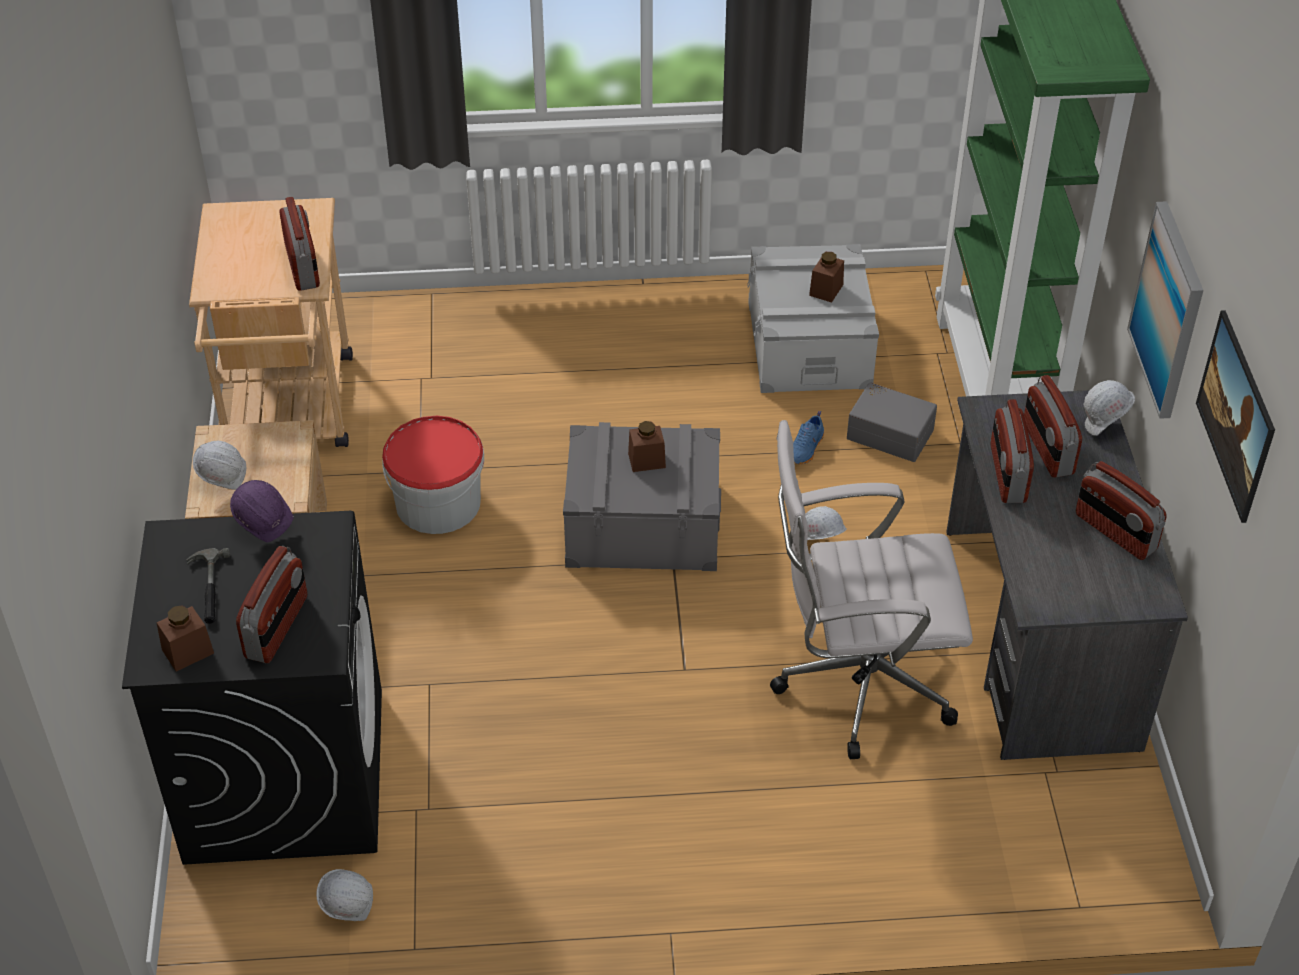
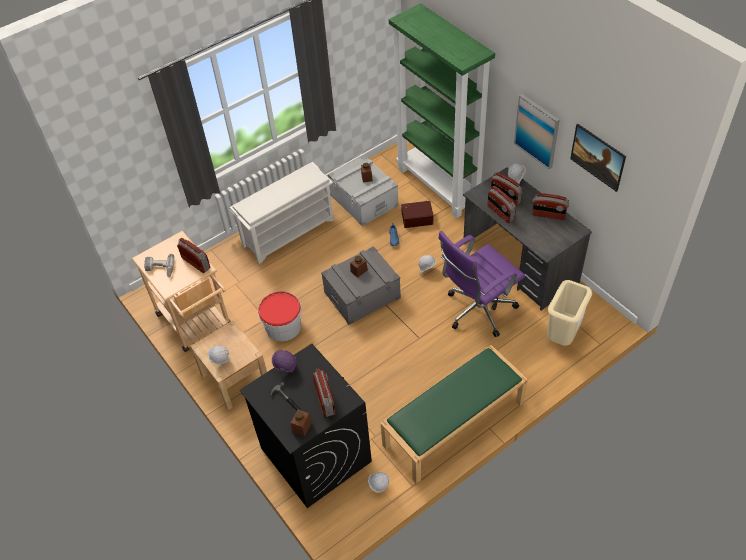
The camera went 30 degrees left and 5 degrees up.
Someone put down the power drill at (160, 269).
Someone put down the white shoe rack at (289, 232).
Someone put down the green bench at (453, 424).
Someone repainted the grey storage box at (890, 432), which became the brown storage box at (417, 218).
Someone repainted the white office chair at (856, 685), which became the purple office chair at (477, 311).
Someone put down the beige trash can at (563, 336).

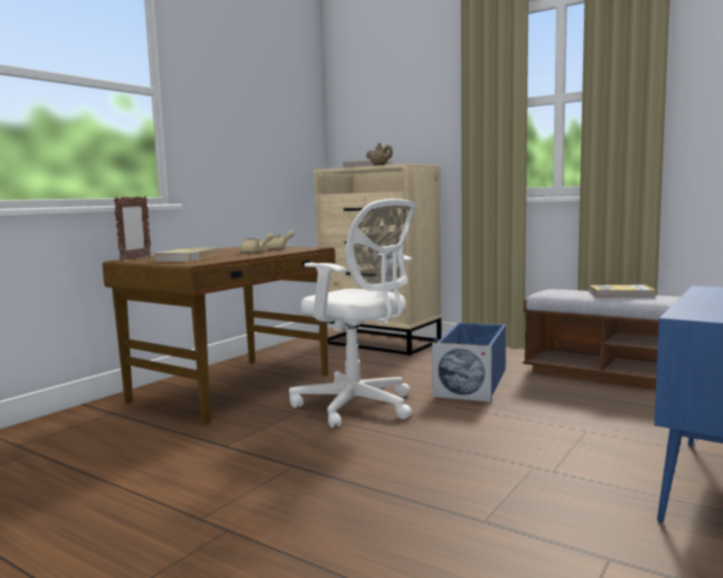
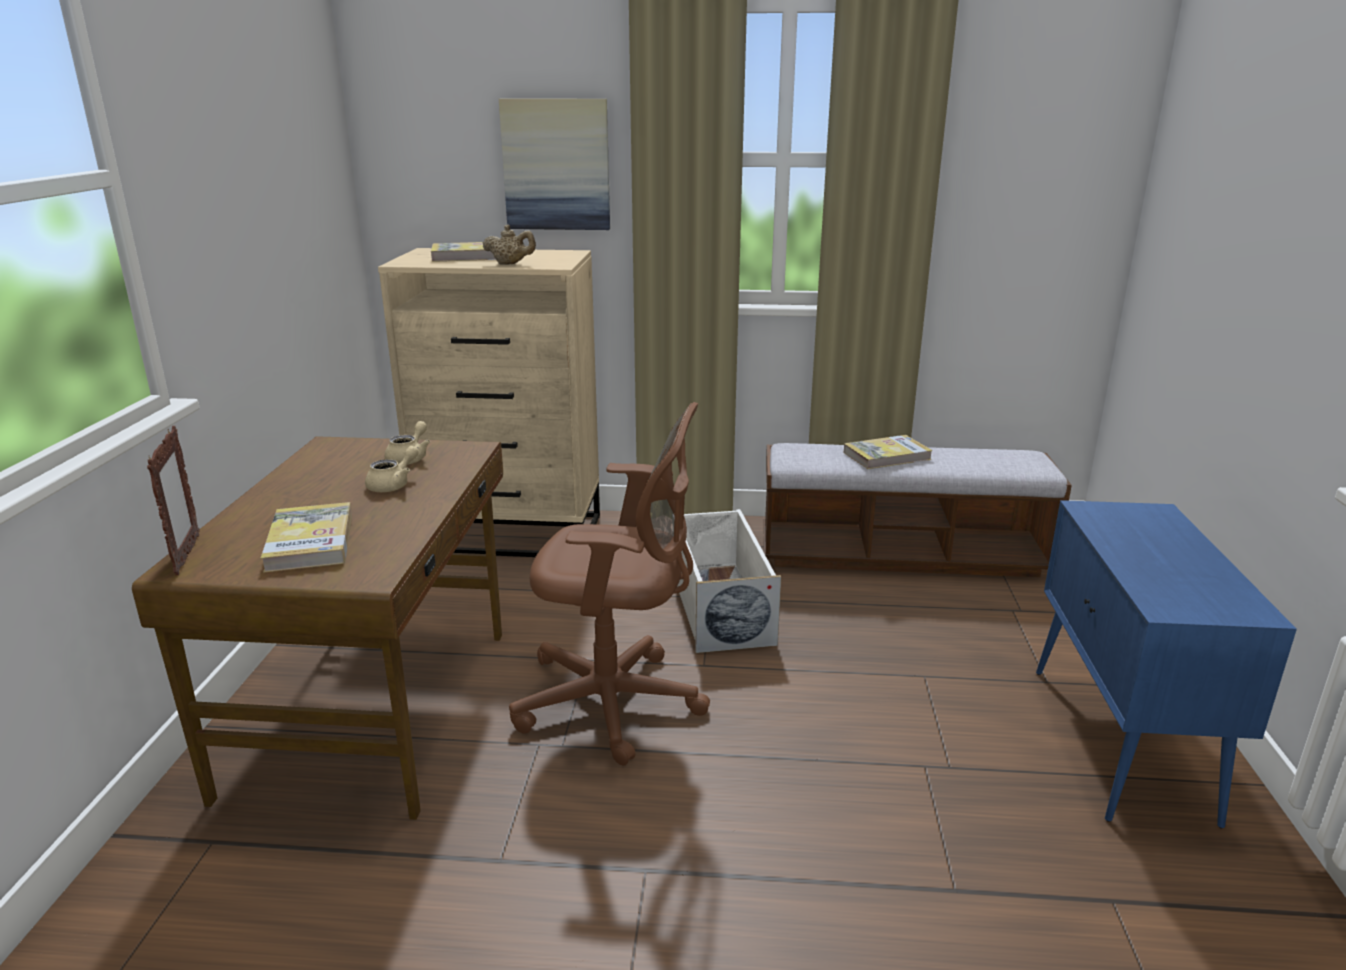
The camera went 30 degrees left and 15 degrees up.
Someone put up the picture at (556, 165).
Someone repainted the white office chair at (358, 407), which became the brown office chair at (616, 703).
Someone repainted the blue storage box at (472, 382), which became the white storage box at (719, 606).

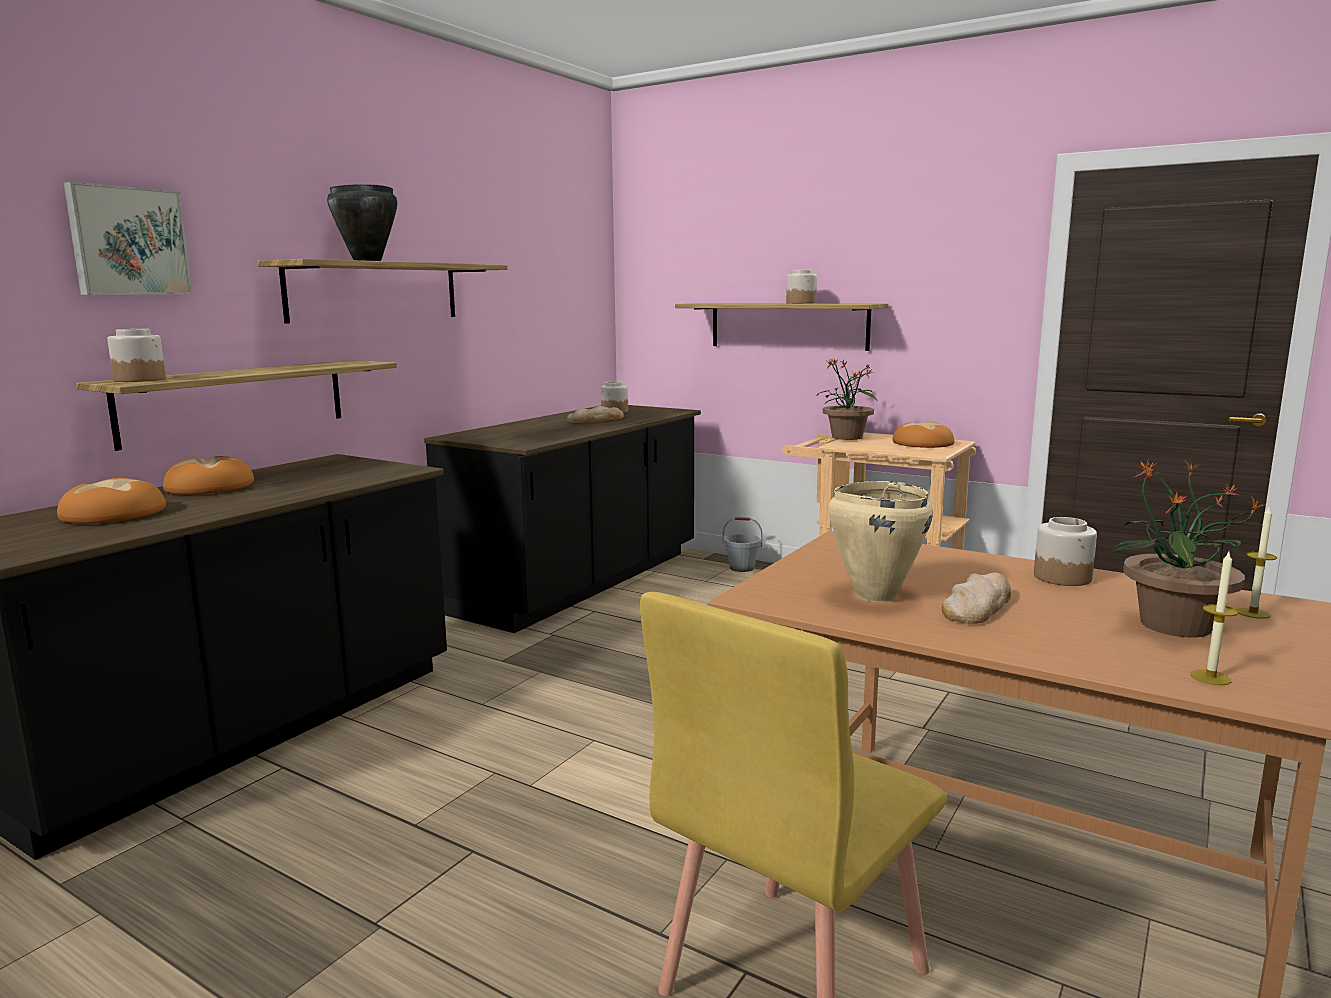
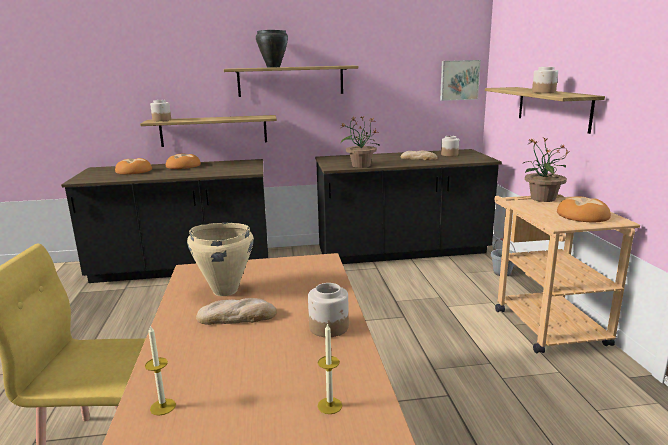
The camera went 50 degrees right and 5 degrees up.
Someone carried the potted plant from (1172, 625) to (360, 165).
Someone carried the picture from (128, 241) to (459, 80).

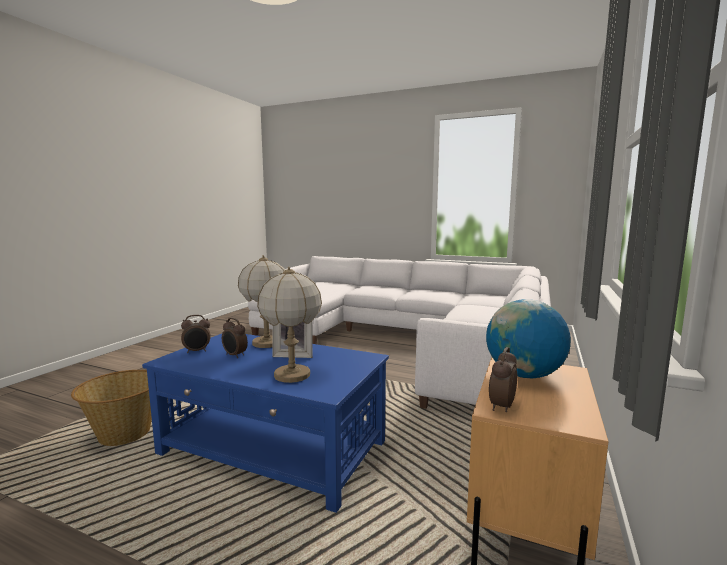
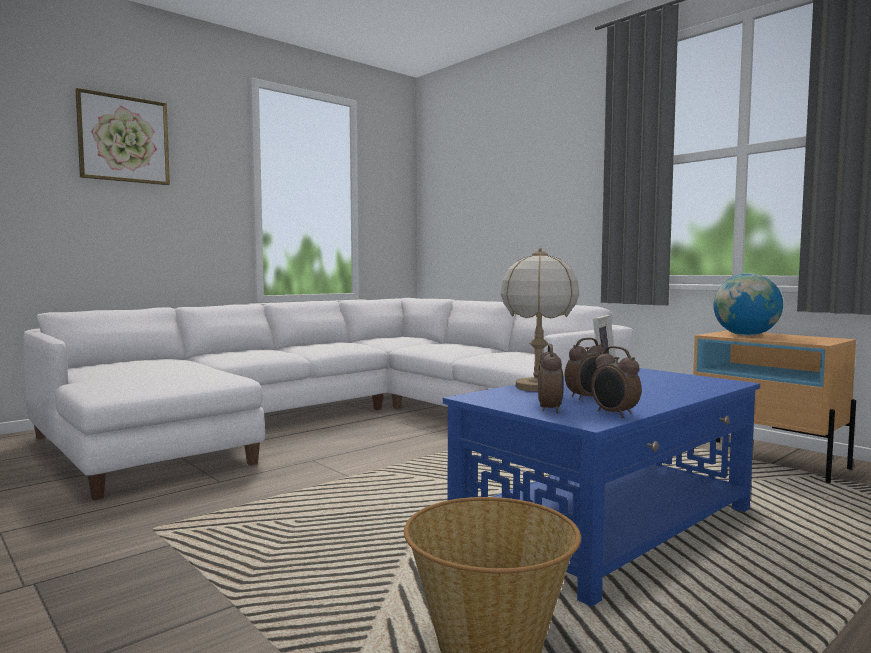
The camera went 65 degrees left and 5 degrees down.
Someone put up the picture at (124, 139).
Someone carried the alarm clock from (501, 406) to (614, 414).
Someone took away the table lamp at (292, 375).

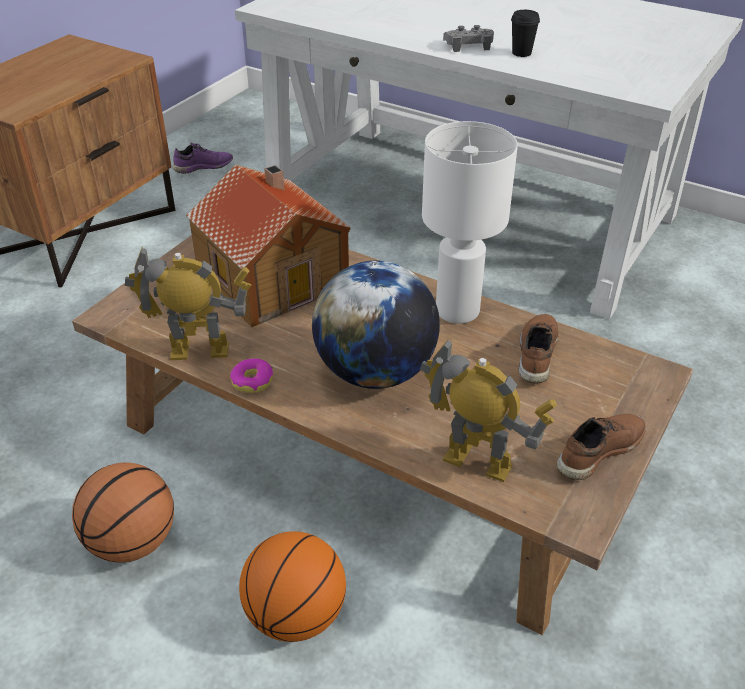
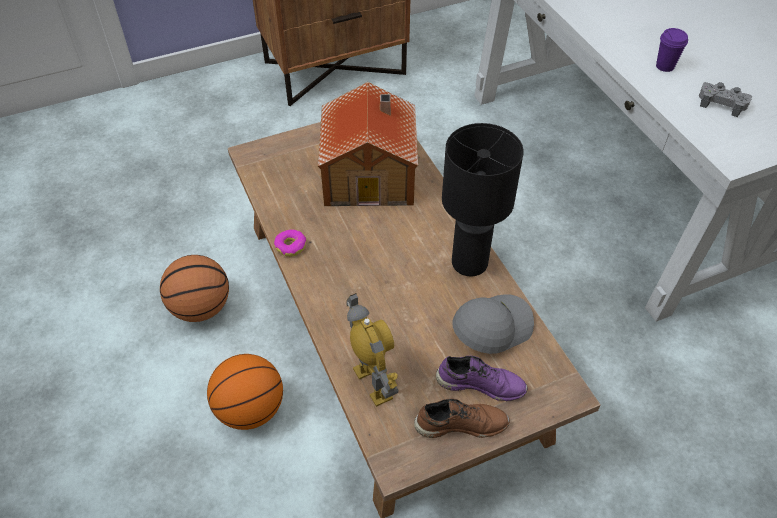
The camera went 35 degrees right and 10 degrees up.
Someone carried the purple shoe from (203, 166) to (480, 383).
Someone repainted the white table lamp at (456, 310), which became the black table lamp at (469, 262).
Someone swapped the brown shoe at (535, 354) for the grey cap at (491, 326).
Someone repainted the black cup at (521, 53), which became the purple cup at (665, 66).
Someone carried the grey game controller from (468, 45) to (722, 103).
Someone took away the toy robot at (199, 351).
Someone took away the globe at (375, 372).

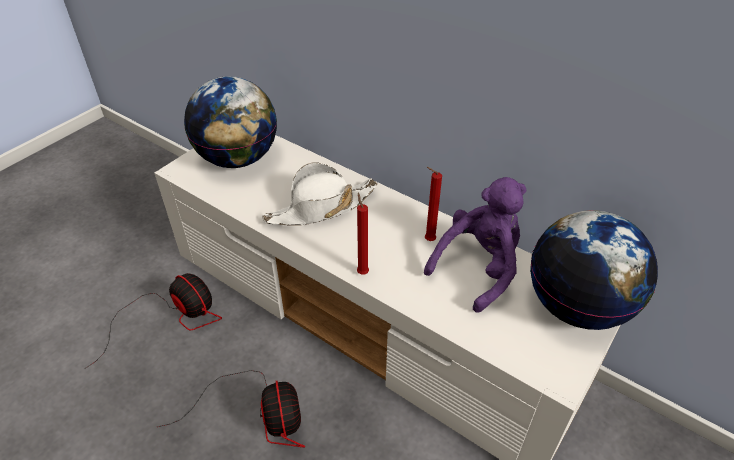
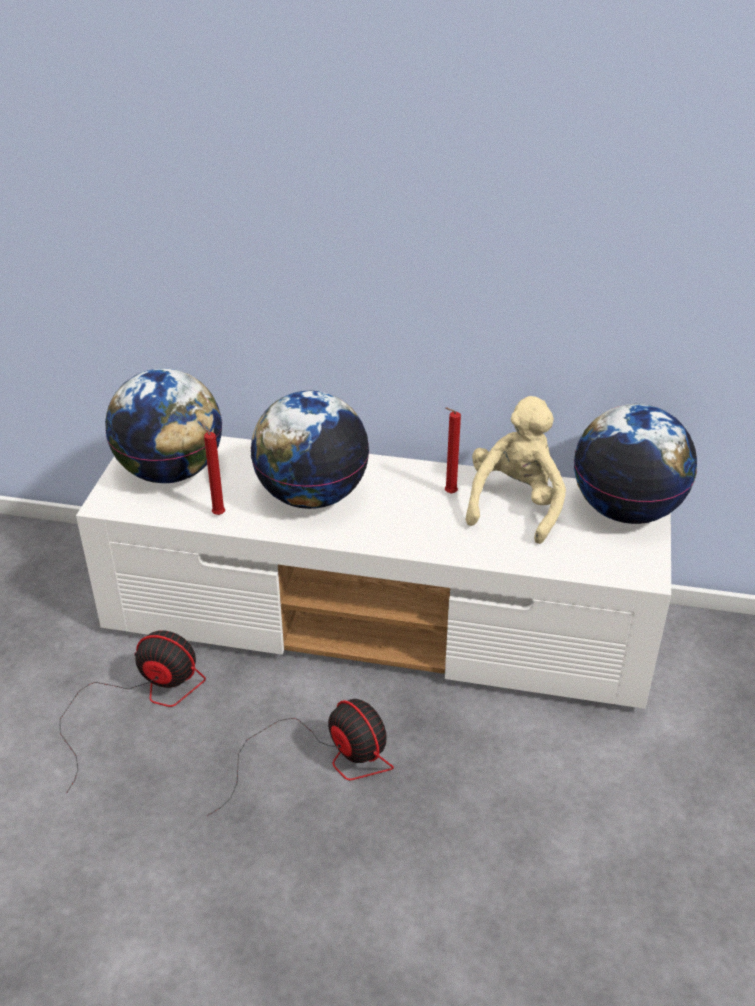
The camera went 25 degrees left and 5 degrees down.
Someone carried the red candle from (362, 272) to (217, 513).
Someone swapped the white hat at (321, 208) for the globe at (311, 495).
Someone repainted the purple plush toy at (478, 268), which became the beige plush toy at (515, 504).

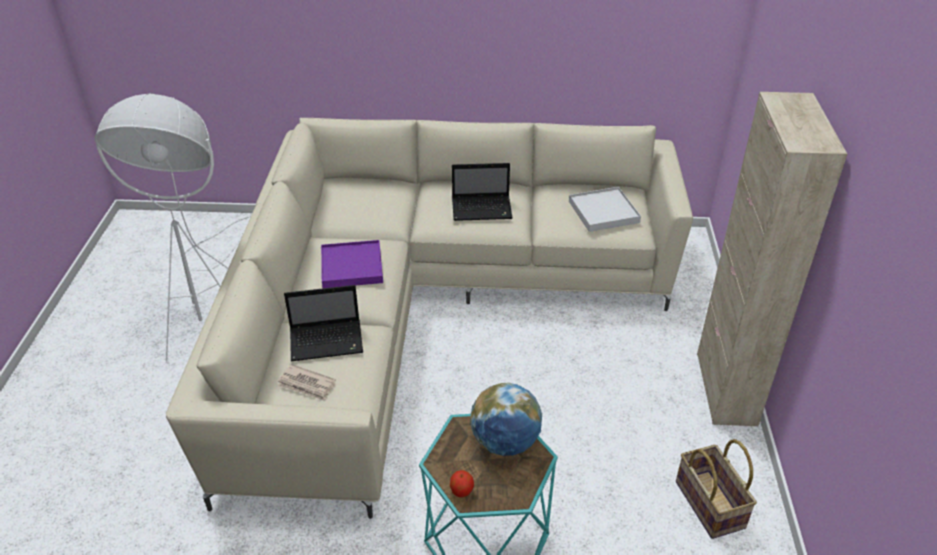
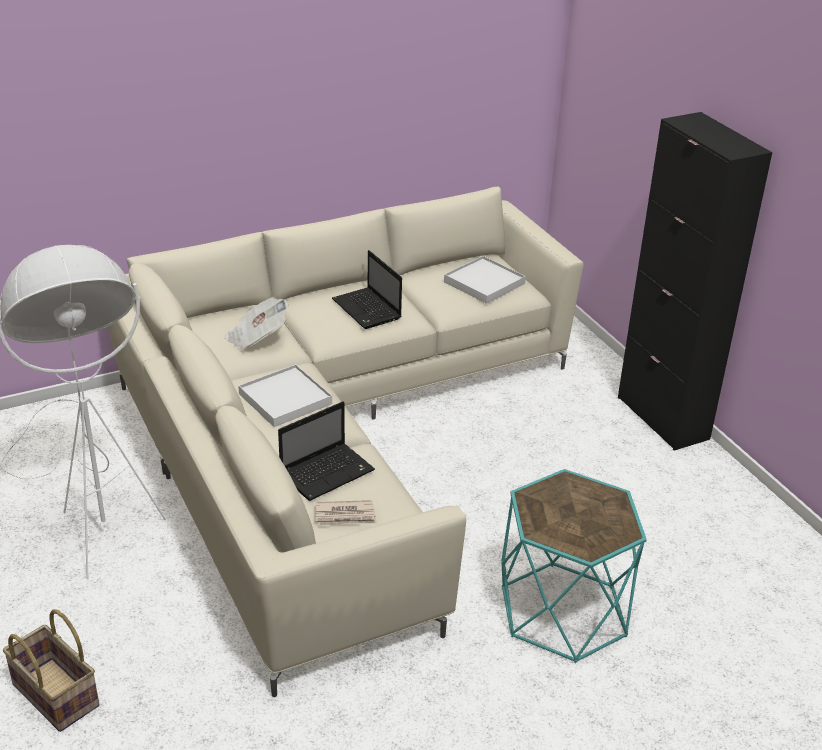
The camera went 30 degrees left and 5 degrees down.
Someone carried the basket from (708, 504) to (54, 696).
Someone put down the newspaper at (257, 337).
Someone repainted the purple tray at (351, 267), which became the white tray at (285, 399).
Someone rotated the laptop at (483, 209) by 90 degrees clockwise.
Someone repainted the beige cabinet at (725, 388), which became the black cabinet at (662, 418).
Someone took away the apple at (461, 491).
Someone took away the globe at (505, 443).

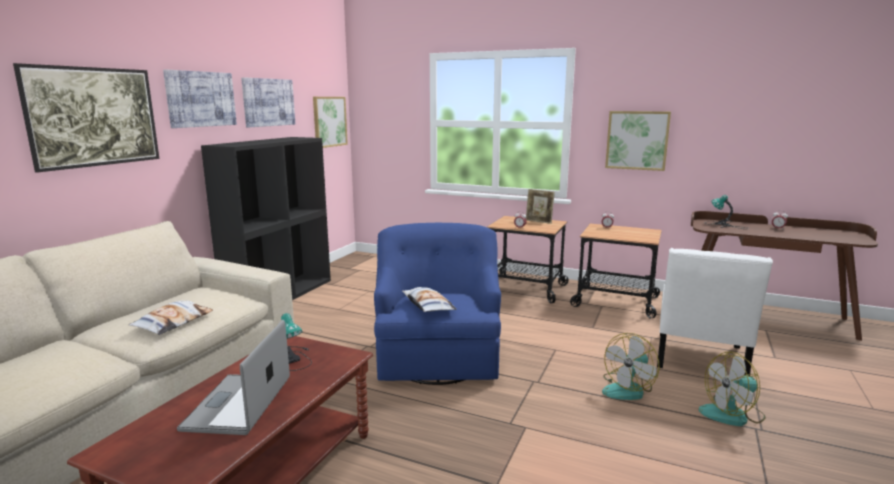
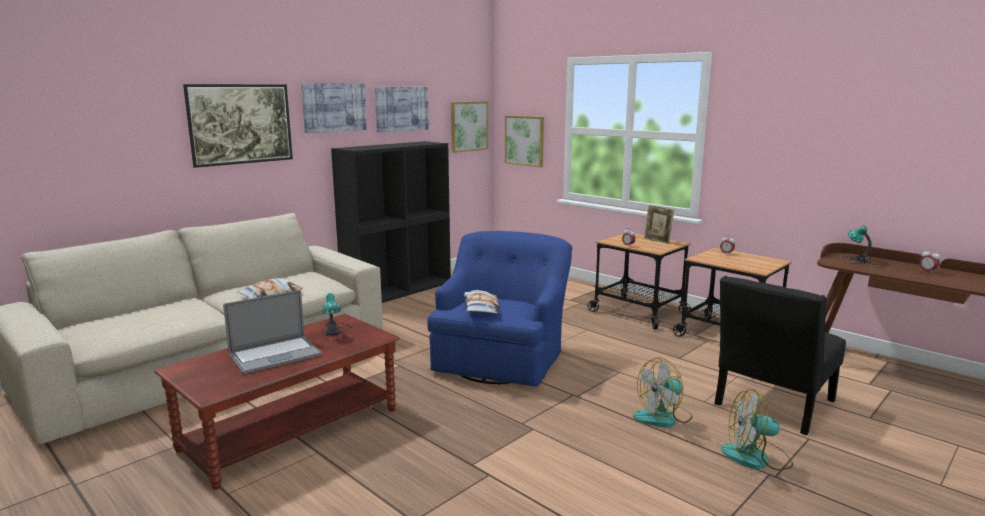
The camera went 20 degrees right and 0 degrees up.
Someone rotated the laptop at (238, 403) by 150 degrees counterclockwise.
Someone carried the picture from (637, 140) to (524, 140).
Someone repainted the white chair at (699, 360), which became the black chair at (771, 405).

